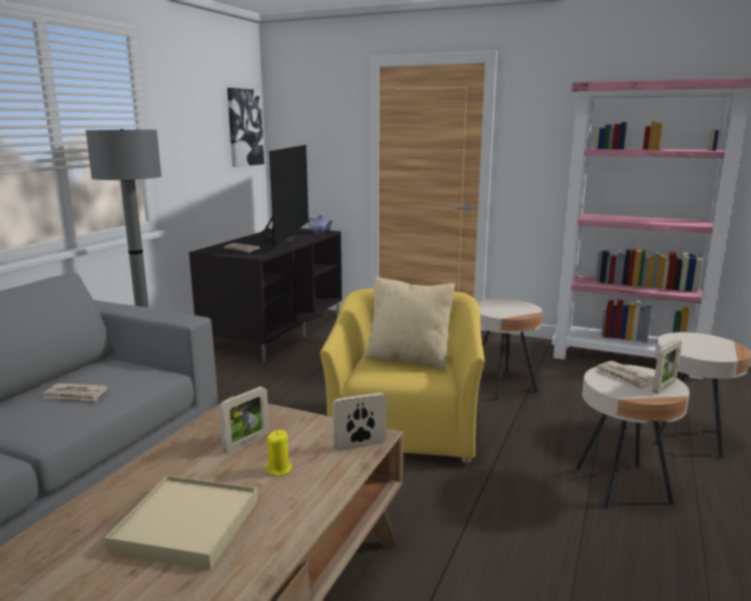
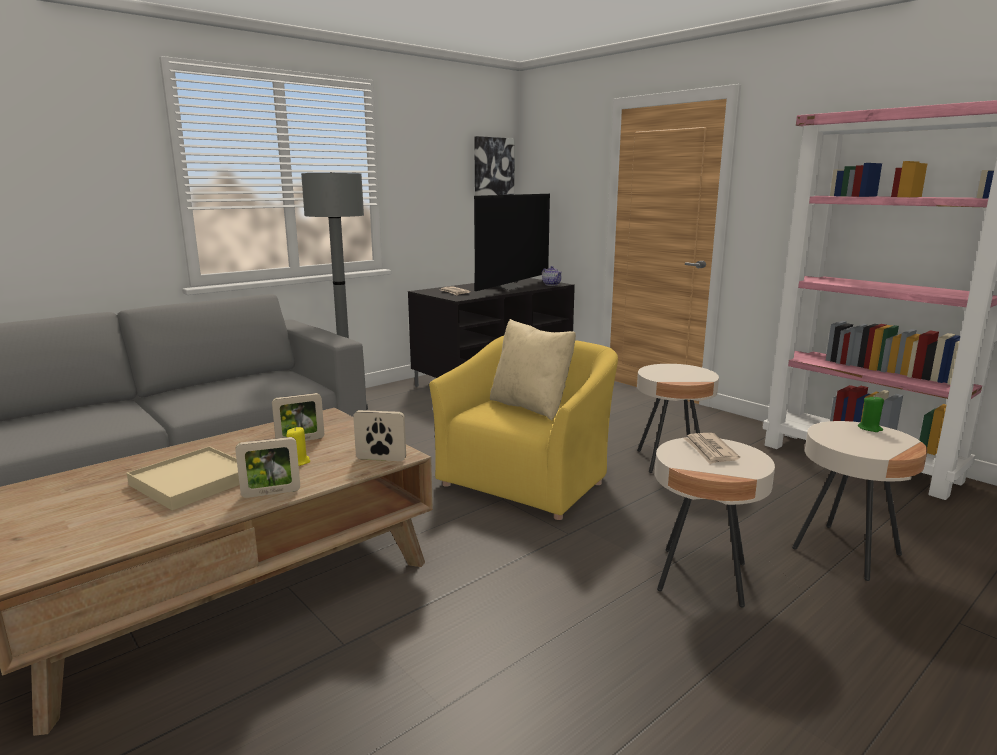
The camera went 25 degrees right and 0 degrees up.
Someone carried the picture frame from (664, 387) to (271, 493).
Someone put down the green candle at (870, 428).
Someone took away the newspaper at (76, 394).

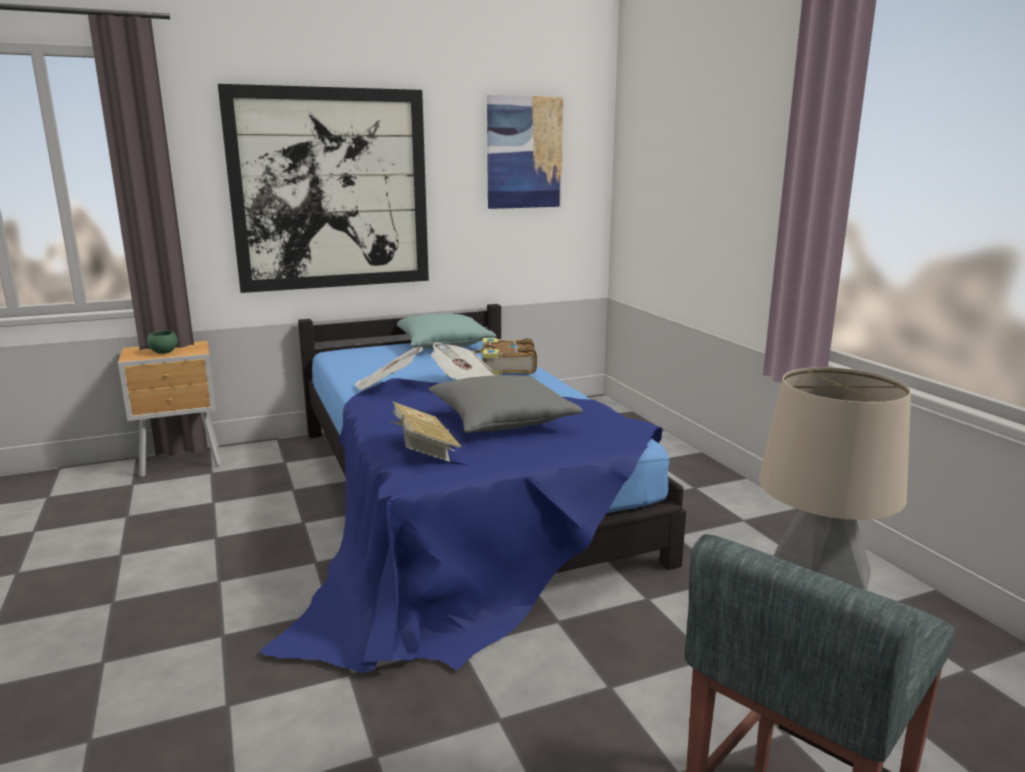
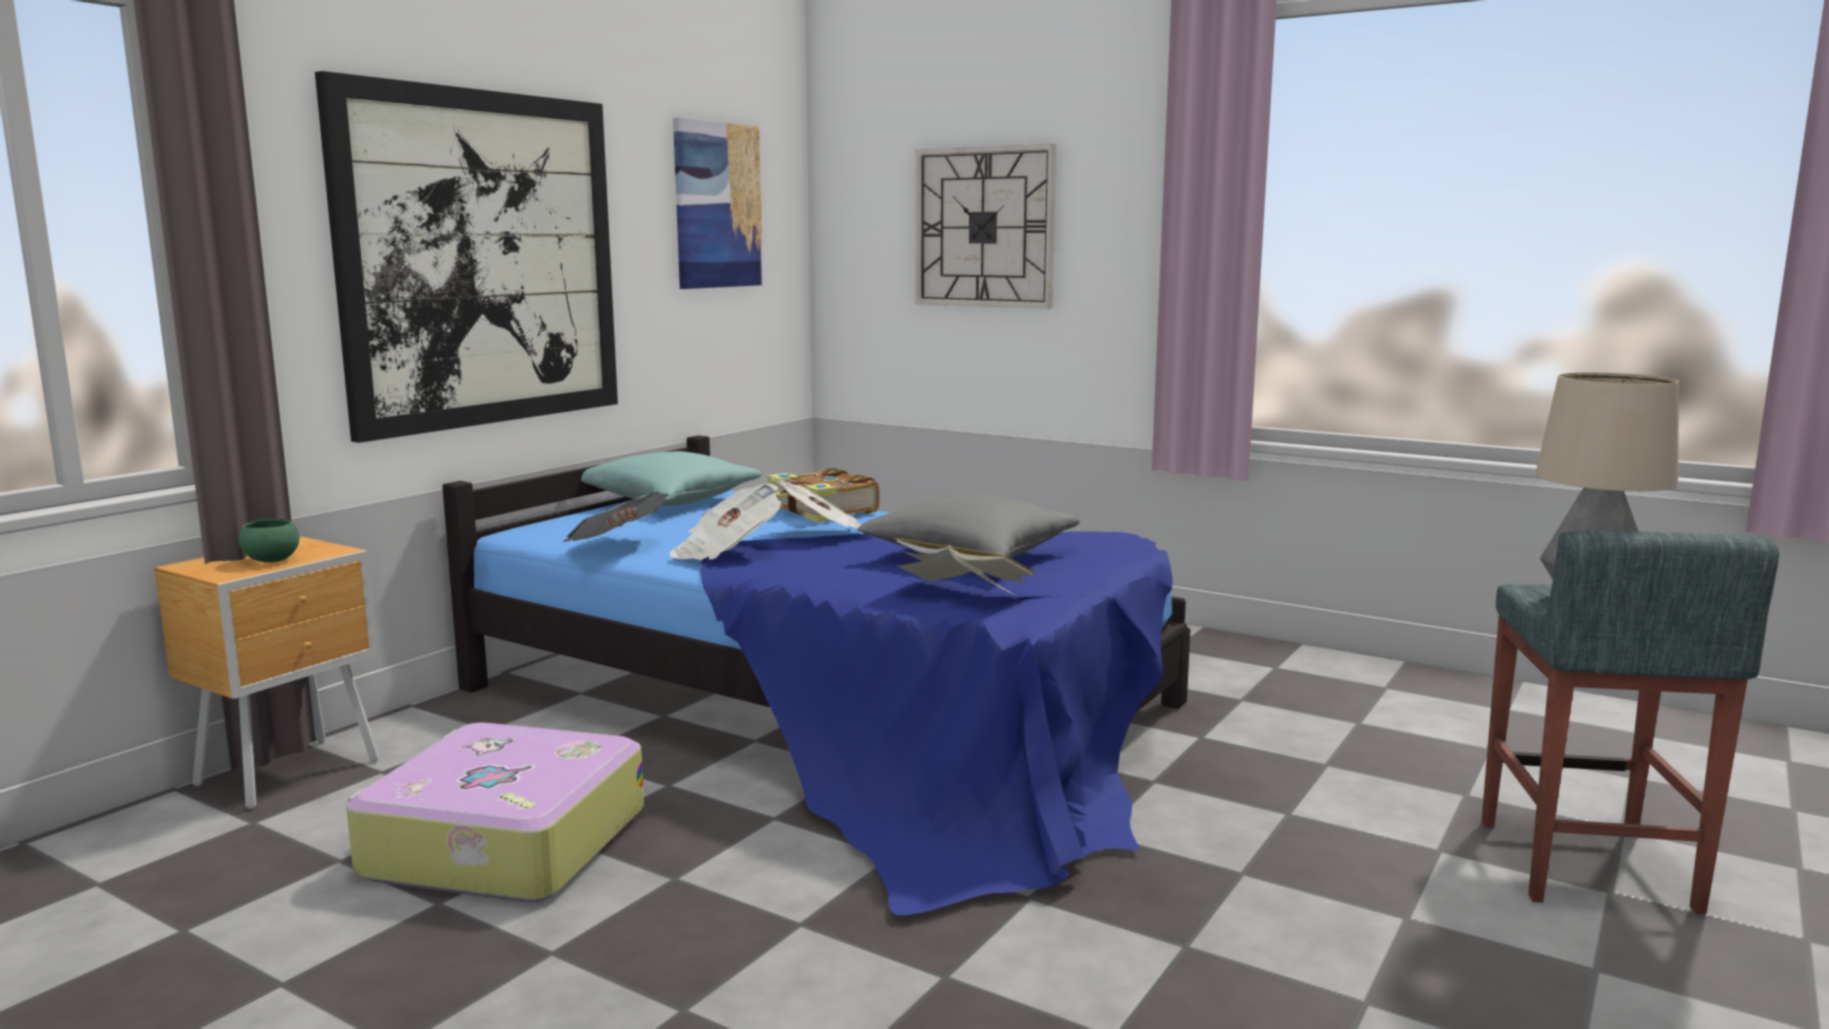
The camera went 35 degrees left and 5 degrees down.
Someone put down the suitcase at (502, 844).
Someone put down the newspaper at (617, 546).
Someone put up the wall clock at (984, 227).

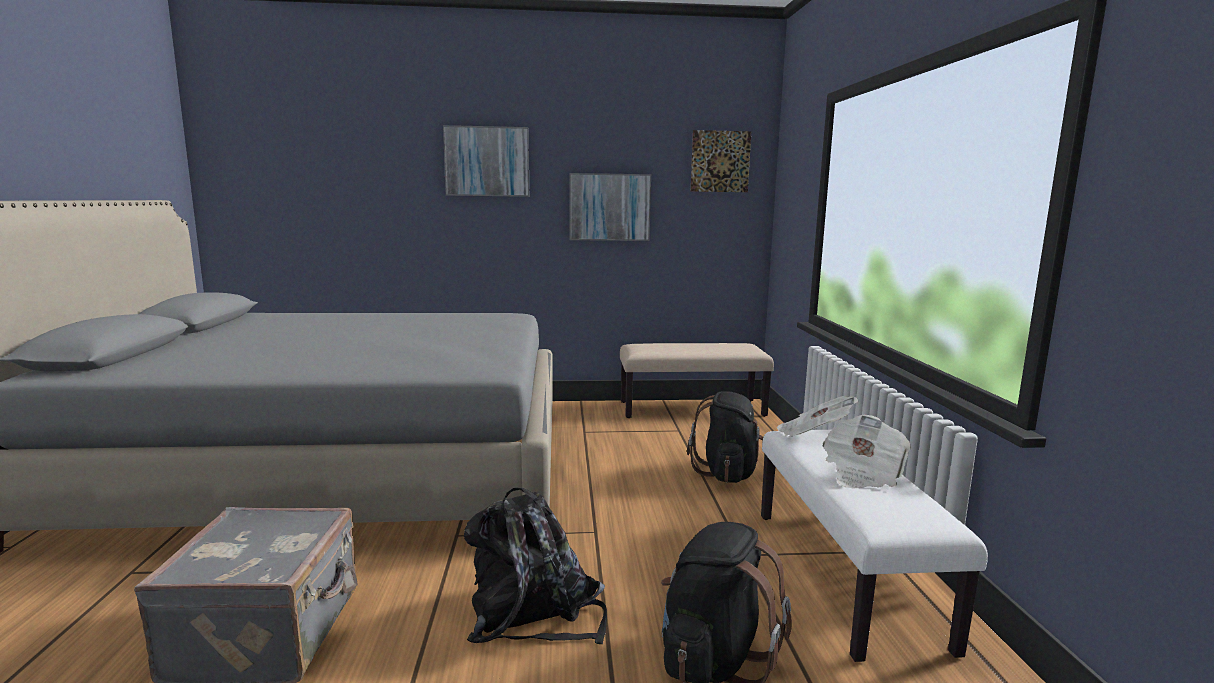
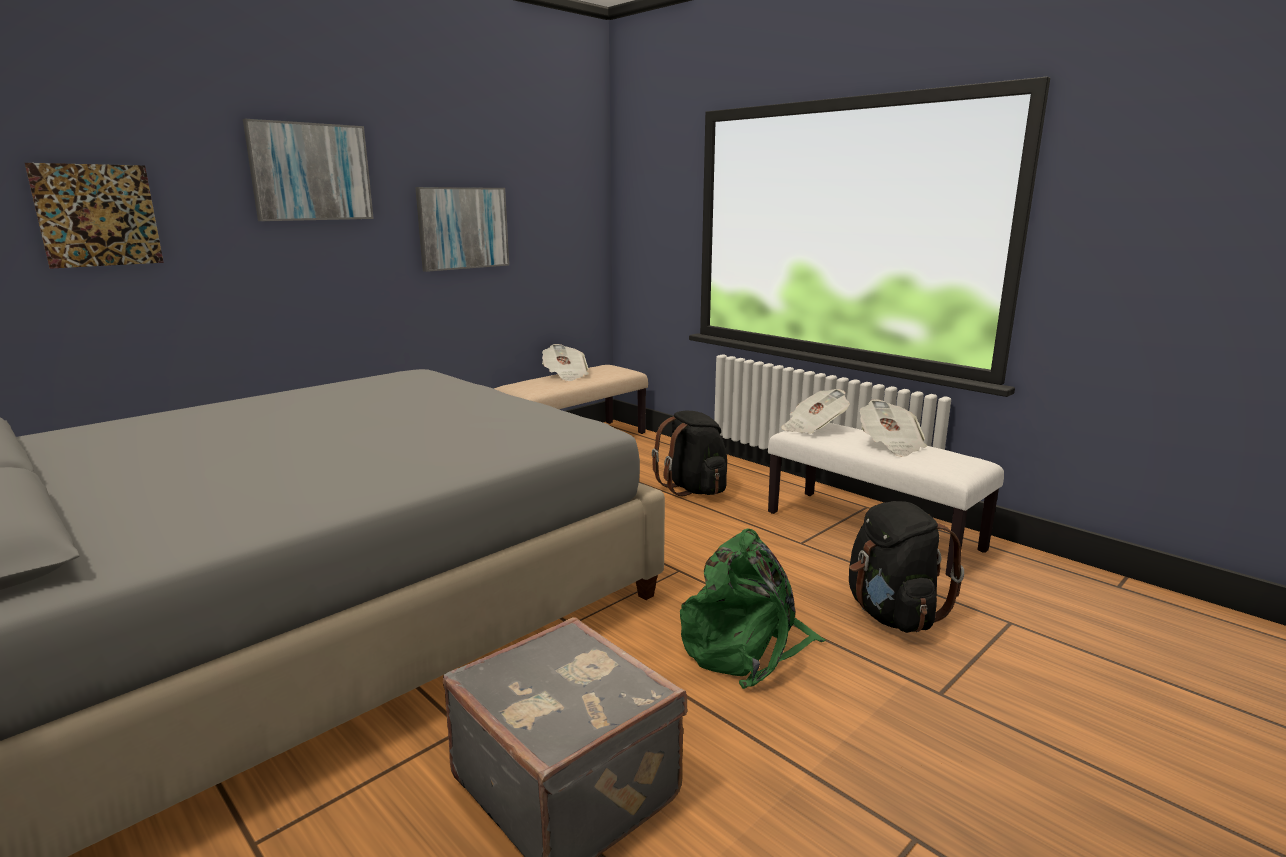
The camera went 40 degrees left and 5 degrees up.
Someone carried the picture from (720, 161) to (98, 215).
Someone put down the newspaper at (565, 375).
Someone repainted the black backpack at (533, 614), which became the green backpack at (746, 647).

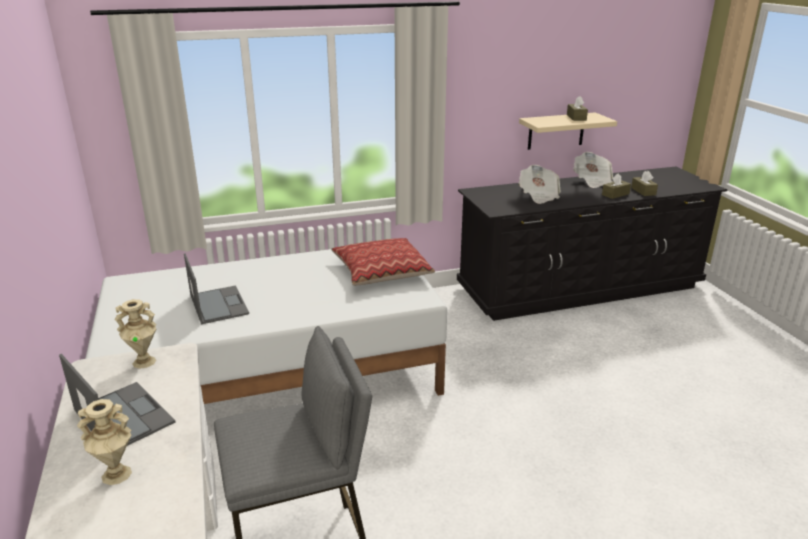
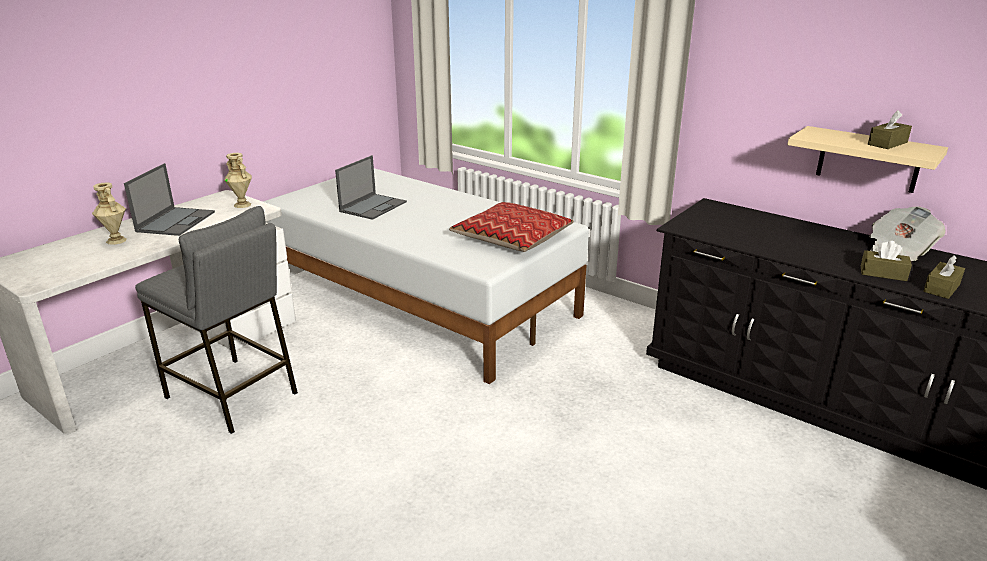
The camera went 55 degrees right and 0 degrees up.
Someone took away the newspaper at (538, 196).

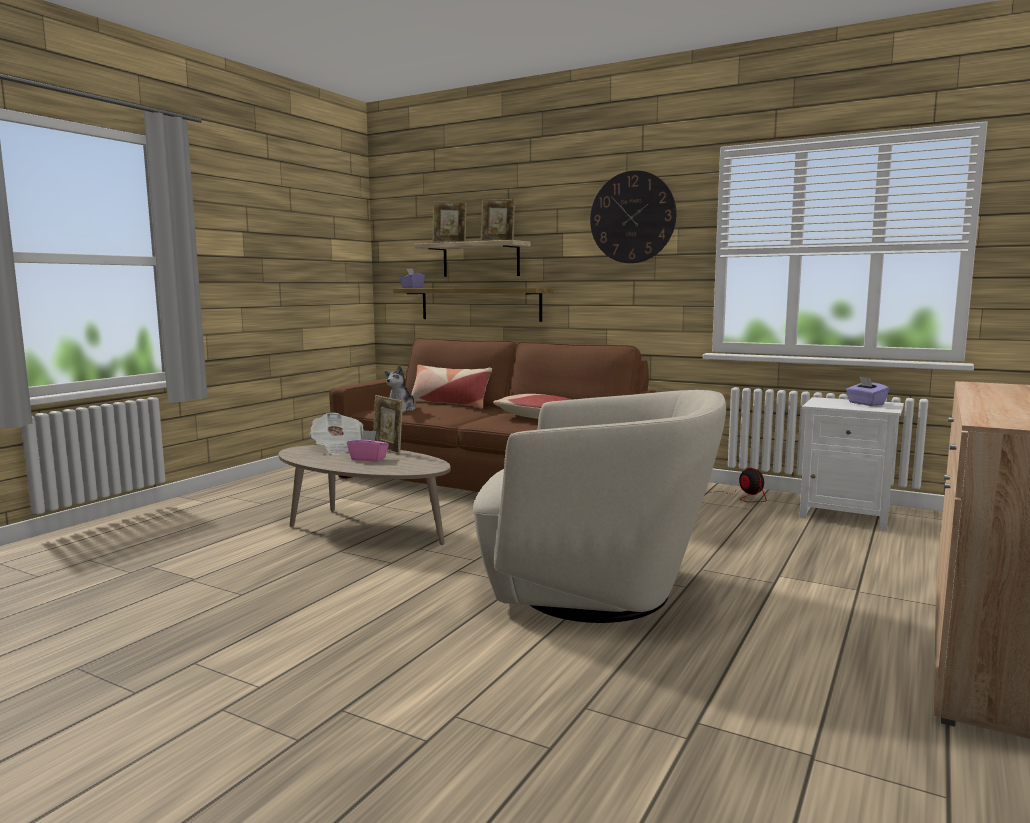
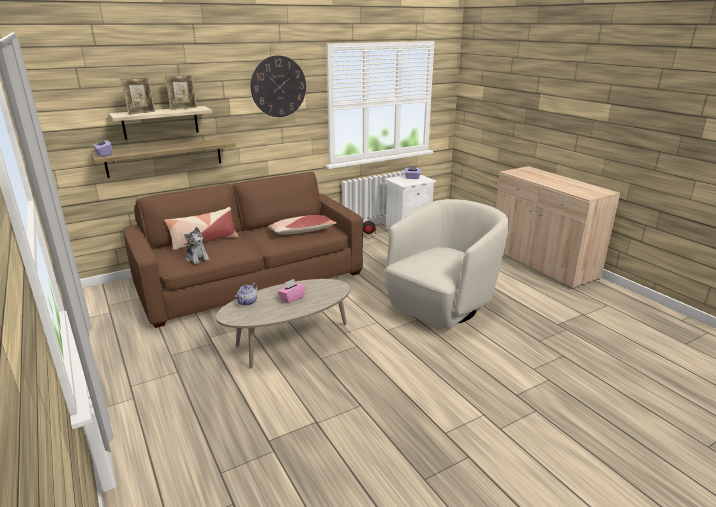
The camera went 60 degrees left and 15 degrees up.
Someone swapped the newspaper at (338, 448) for the teapot at (248, 302).
Someone took away the picture frame at (388, 450).

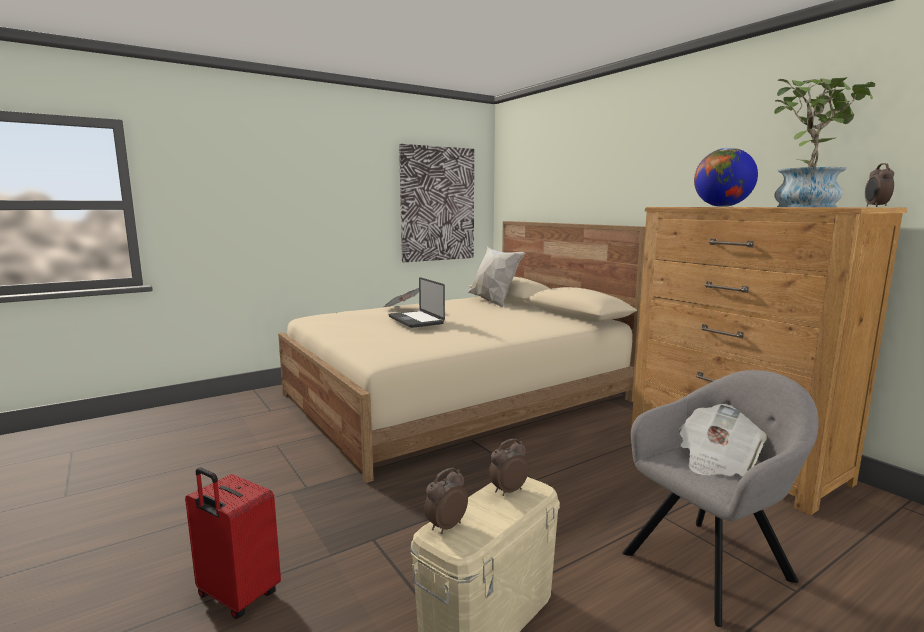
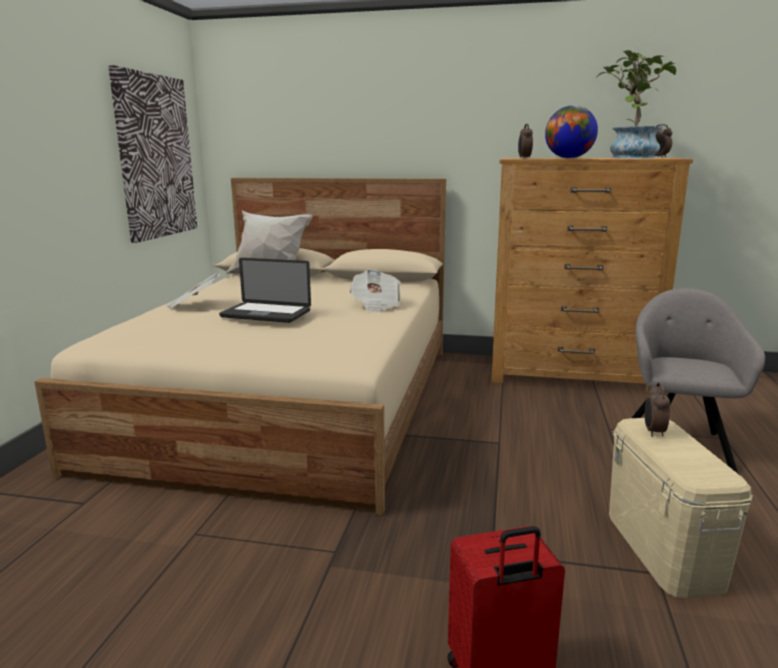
The camera went 45 degrees left and 5 degrees up.
Someone carried the newspaper from (716, 460) to (376, 305).
Someone carried the alarm clock from (445, 526) to (524, 158).

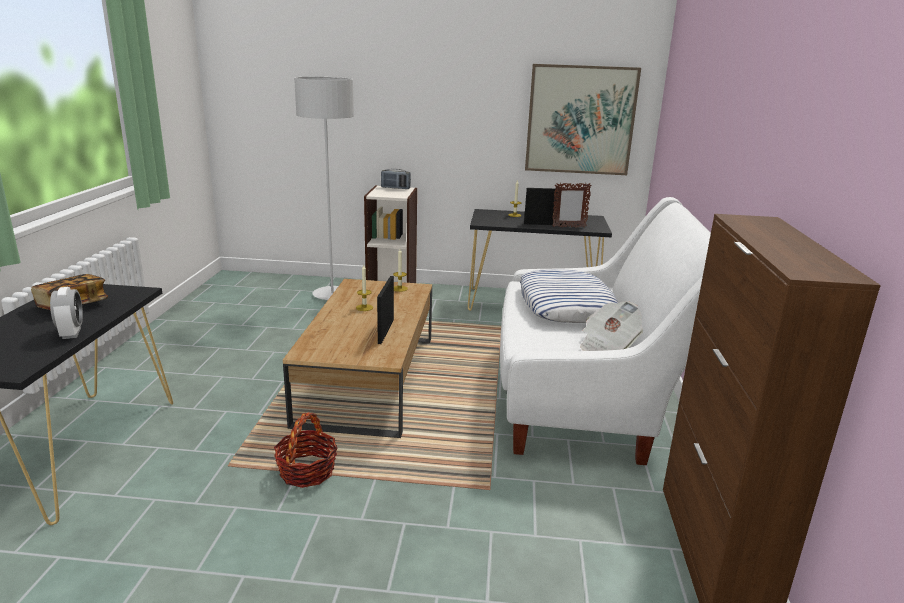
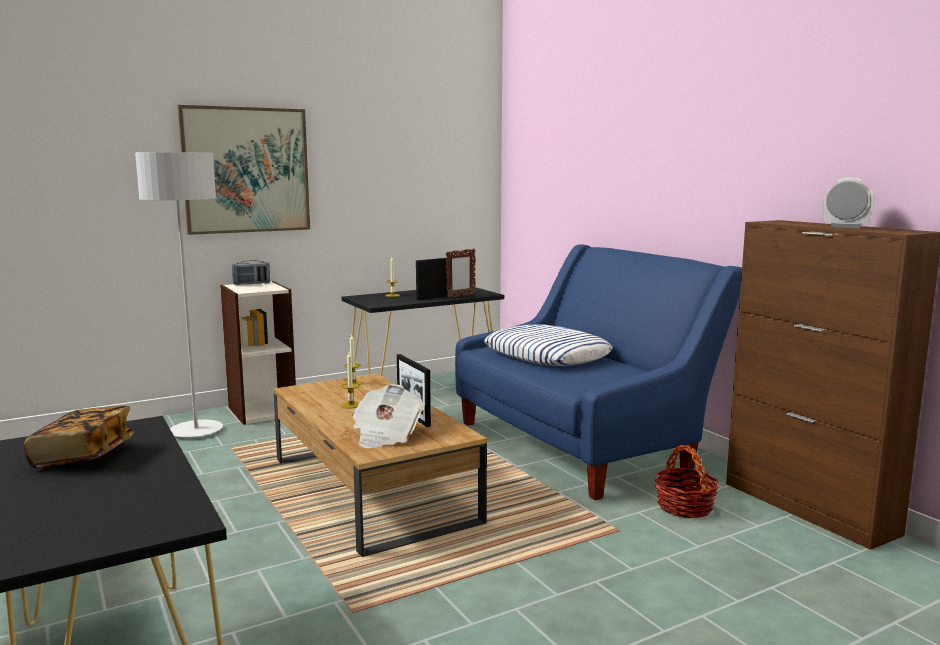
The camera went 35 degrees left and 10 degrees down.
Someone carried the picture from (580, 120) to (246, 170).
Someone carried the newspaper from (609, 344) to (385, 436).
Someone repainted the white sofa at (586, 396), which became the blue sofa at (581, 443).
Someone carried the basket from (307, 471) to (684, 507).
Someone carried the alarm clock from (71, 333) to (845, 227).

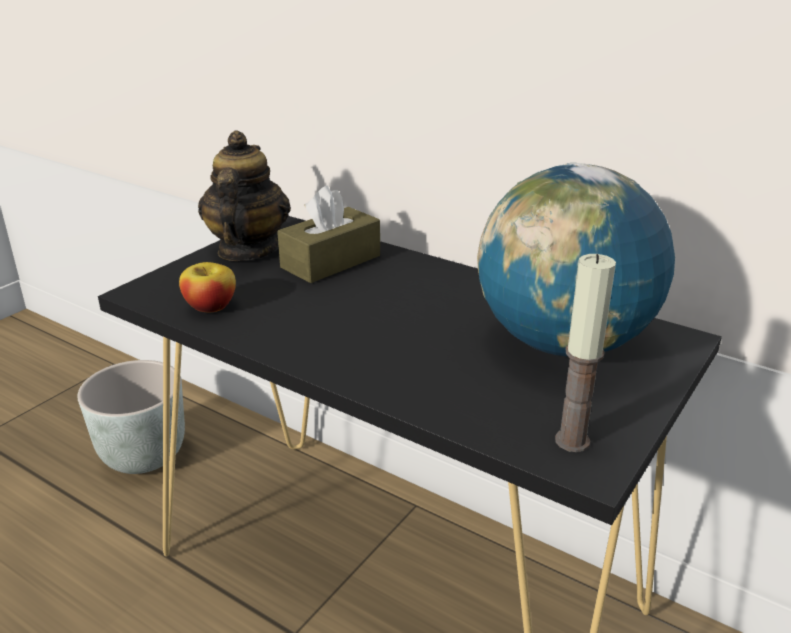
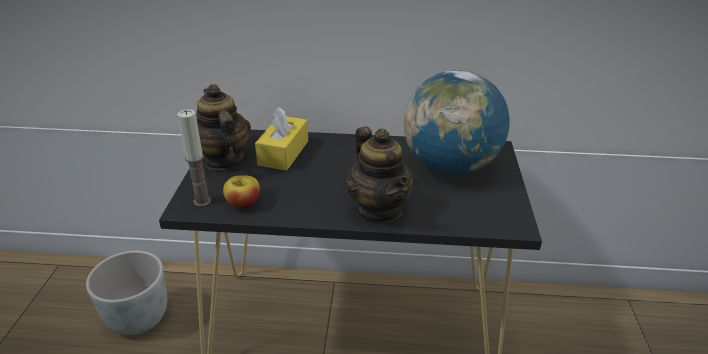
The camera went 30 degrees left and 5 degrees up.
Someone carried the candle from (572, 441) to (202, 201).
Someone repainted the brown tissue box at (331, 261), which became the yellow tissue box at (283, 153).
Someone put down the teapot at (379, 209).

